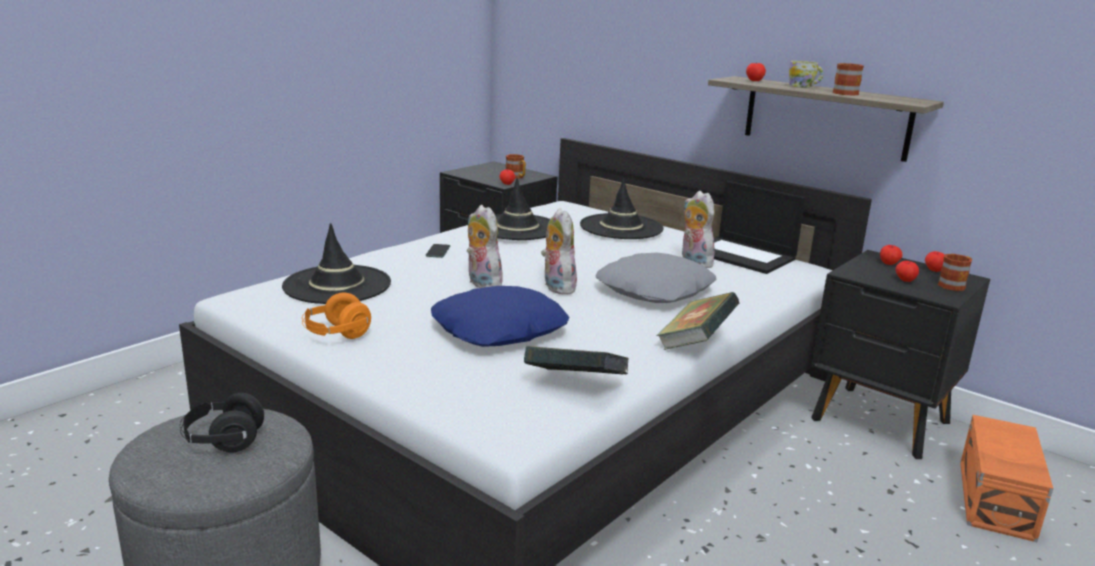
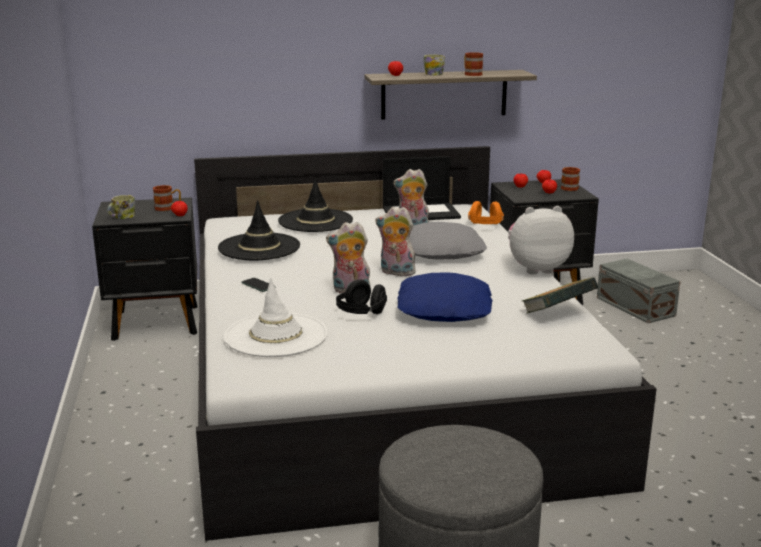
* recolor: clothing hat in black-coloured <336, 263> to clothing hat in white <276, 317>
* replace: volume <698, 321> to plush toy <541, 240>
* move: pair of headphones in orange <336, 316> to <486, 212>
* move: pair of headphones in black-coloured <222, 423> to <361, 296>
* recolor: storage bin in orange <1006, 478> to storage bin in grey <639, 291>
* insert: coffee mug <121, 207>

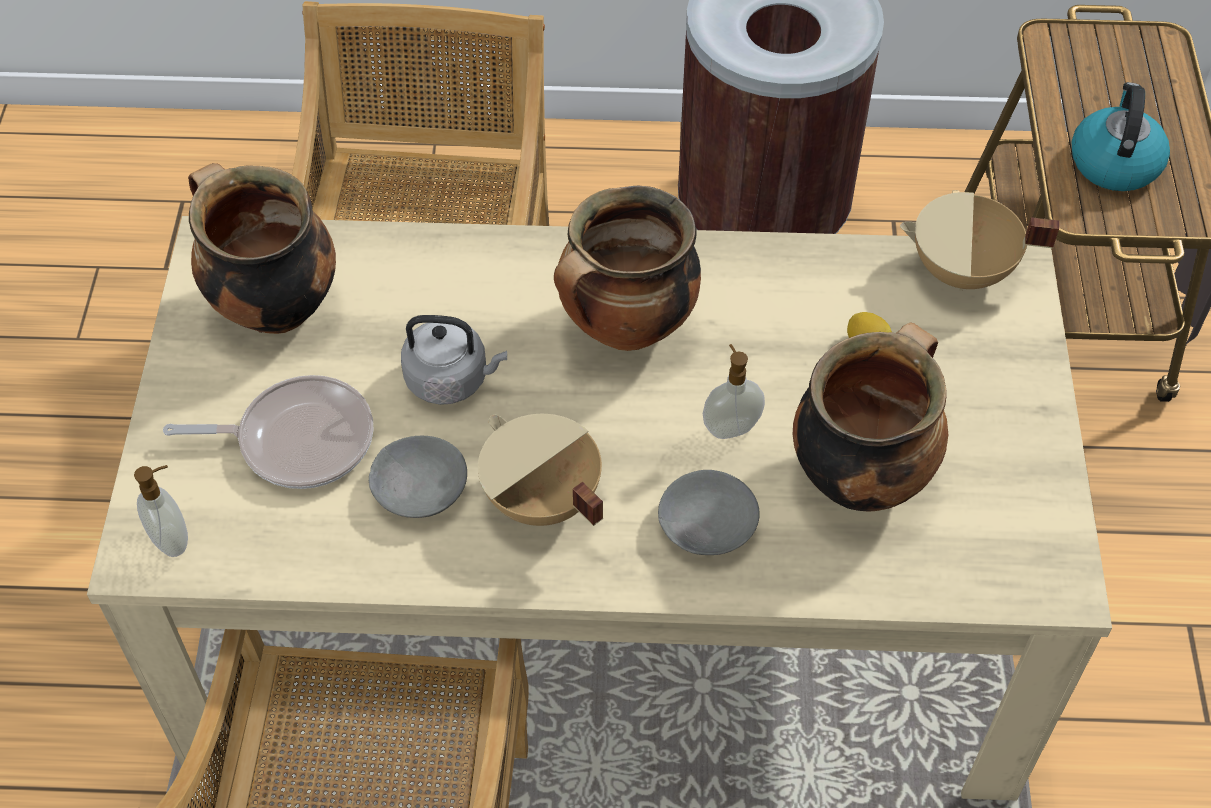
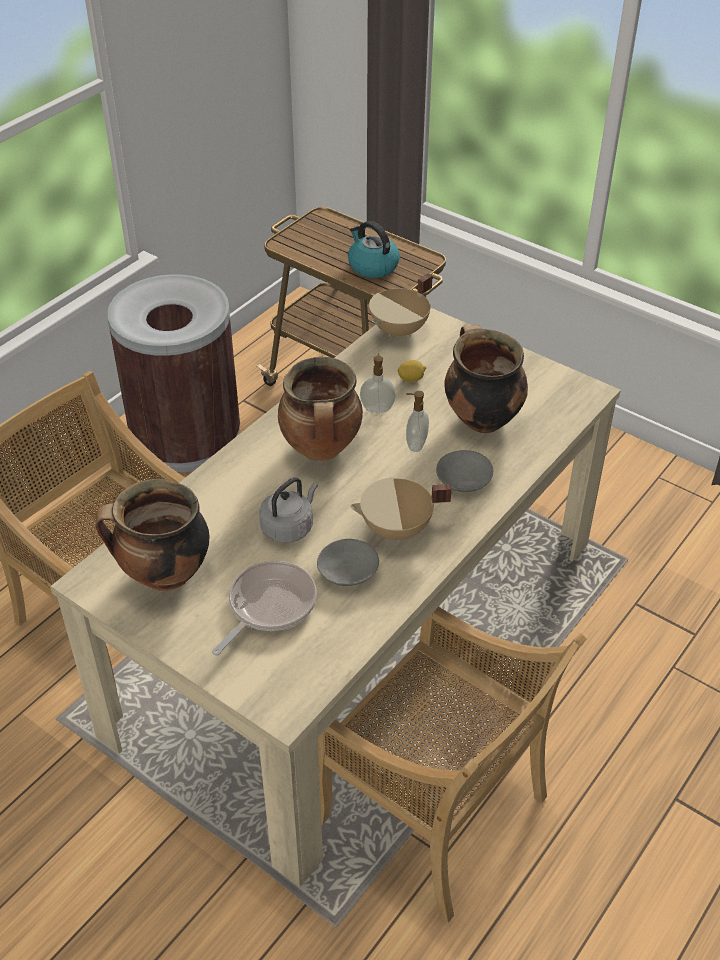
* move: soap bottle <161, 511> to <378, 383>

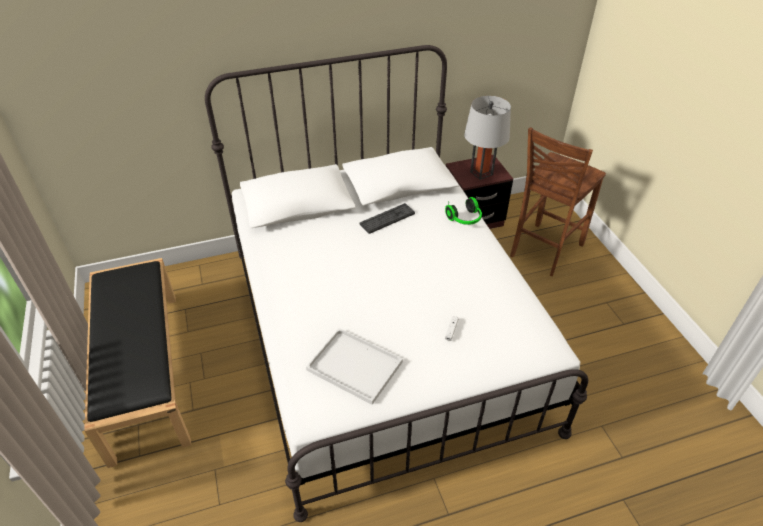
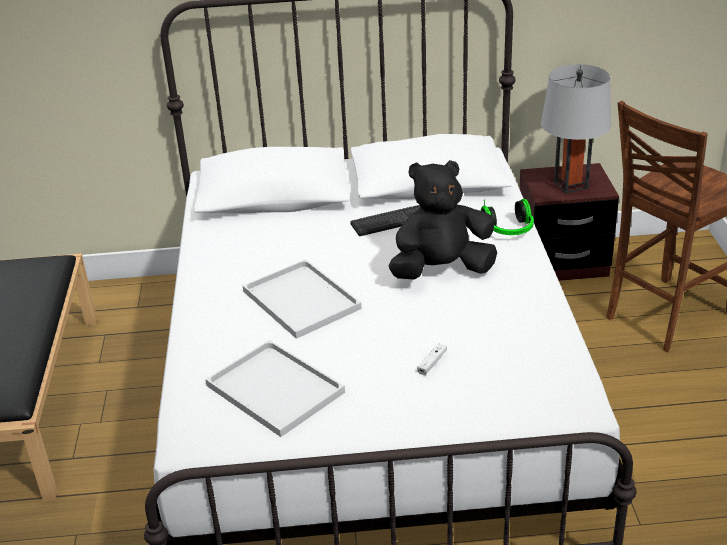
* insert: plush toy in black-coloured <442, 220>
* insert: tray in white <302, 299>

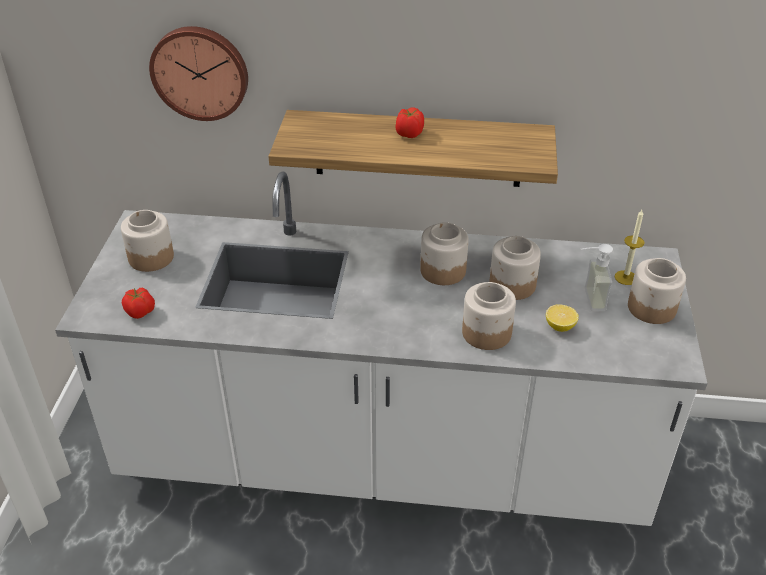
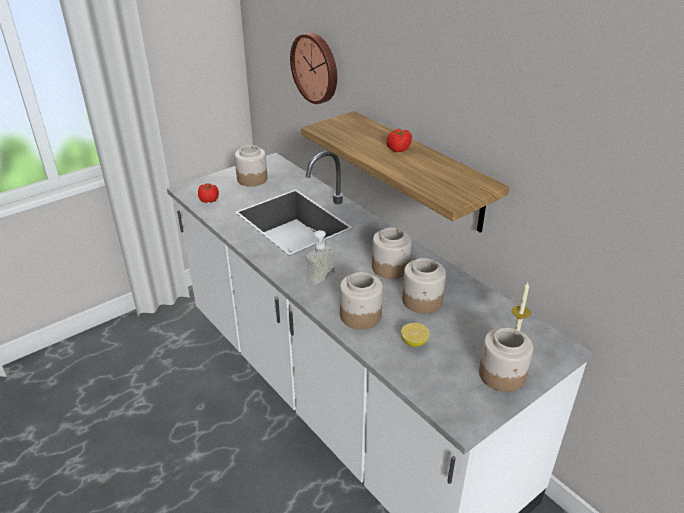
* move: soap bottle <597, 278> to <320, 256>

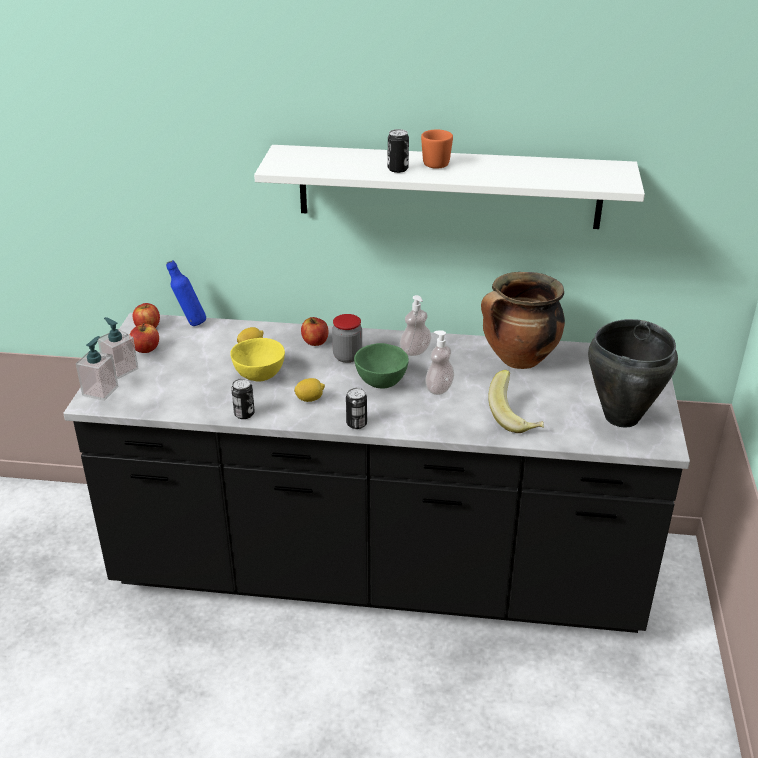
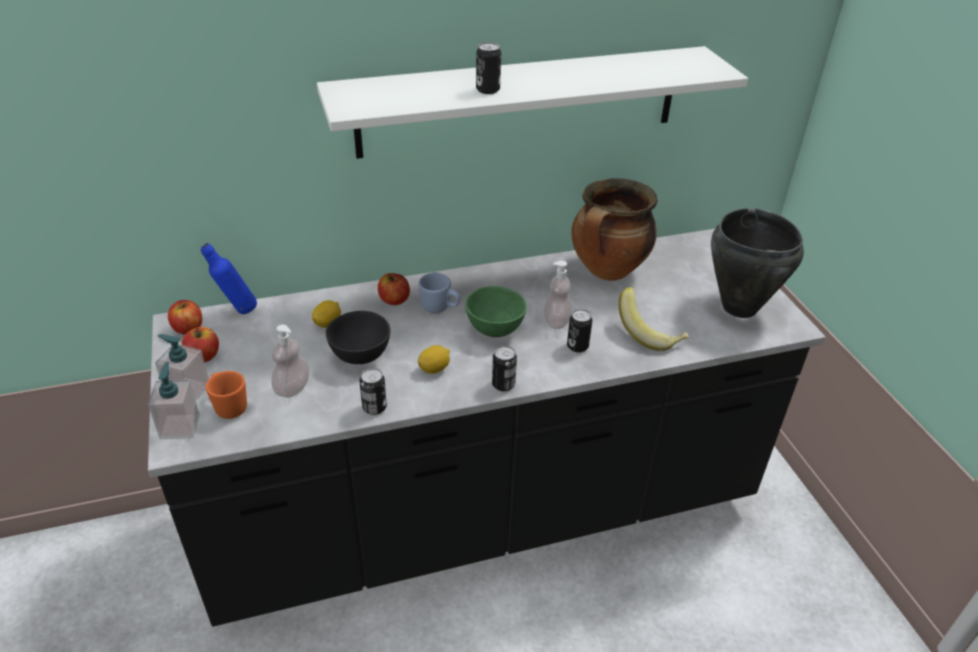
* move: coffee mug in orange <437, 149> to <226, 395>
* move: soap bottle <415, 325> to <290, 361>
* replace: storage jar <347, 338> to coffee mug in blue-coloured <439, 293>
* recolor: serving bowl in yellowish <257, 360> to serving bowl in black-coloured <358, 337>
* insert: can <579, 330>

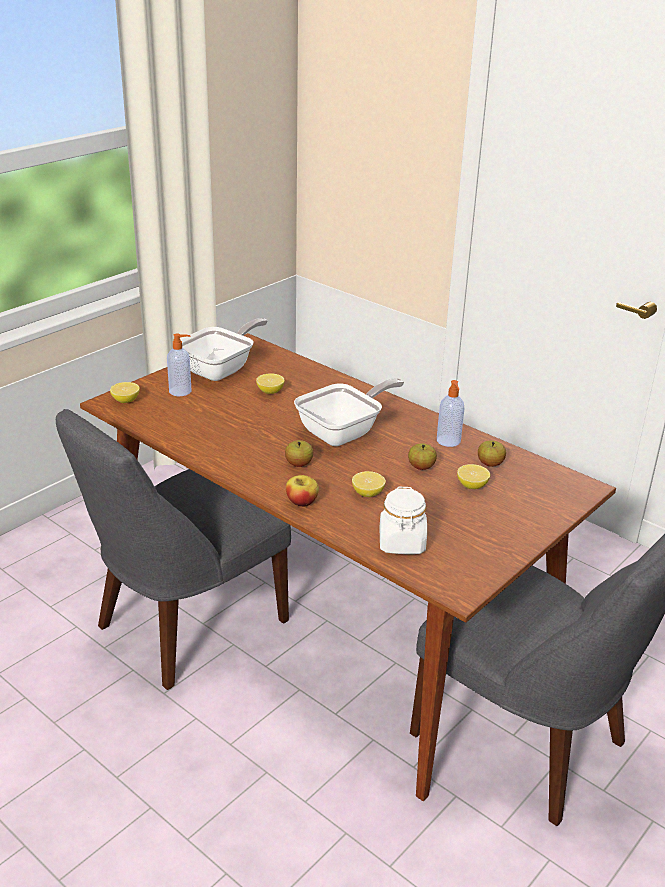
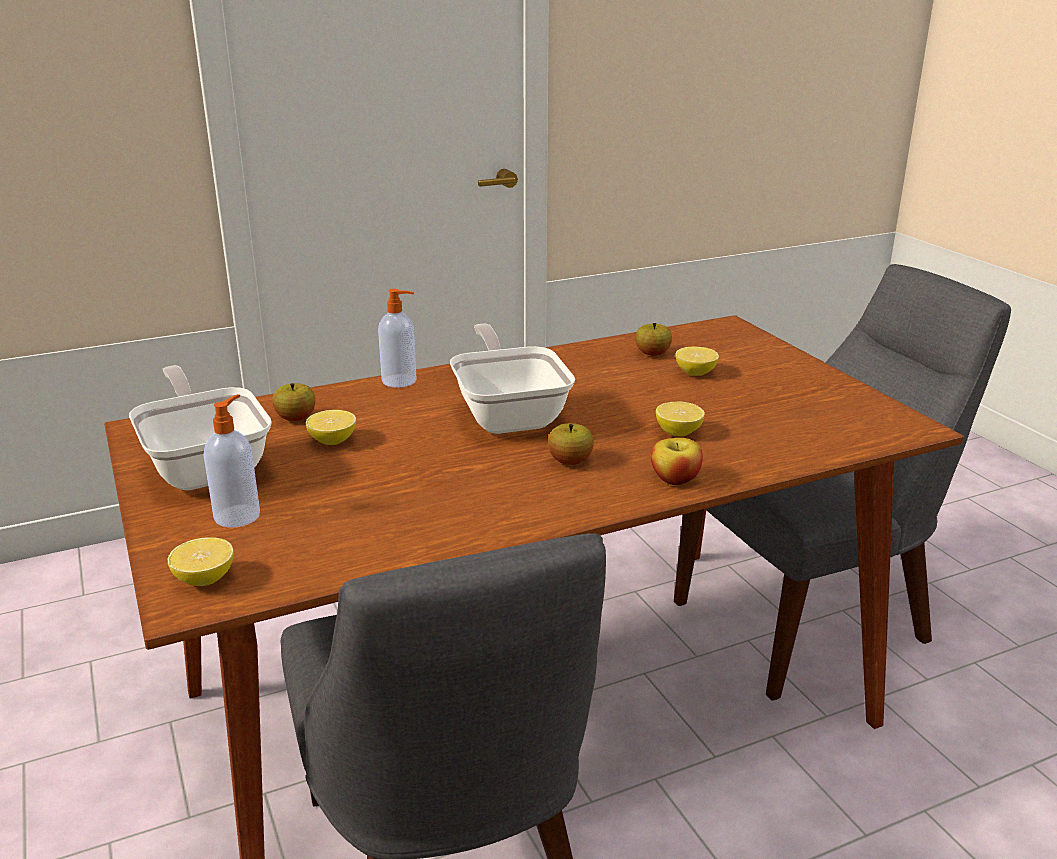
* move: soap bottle <450, 413> to <397, 338>
* move: whole apple <422, 456> to <293, 402>
* delete: storage jar in white <403, 520>

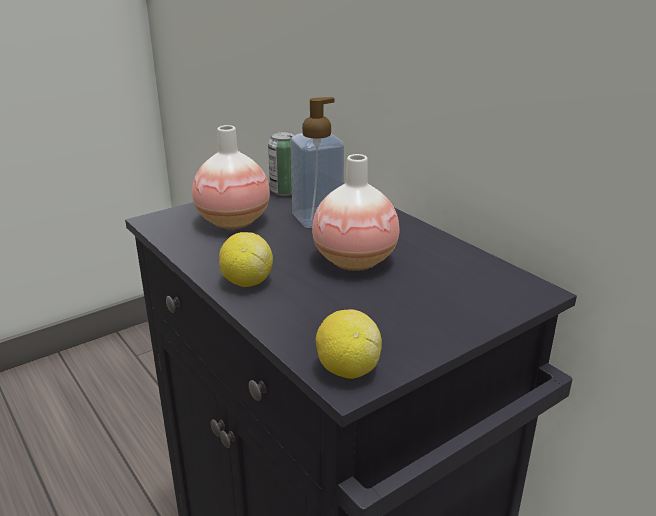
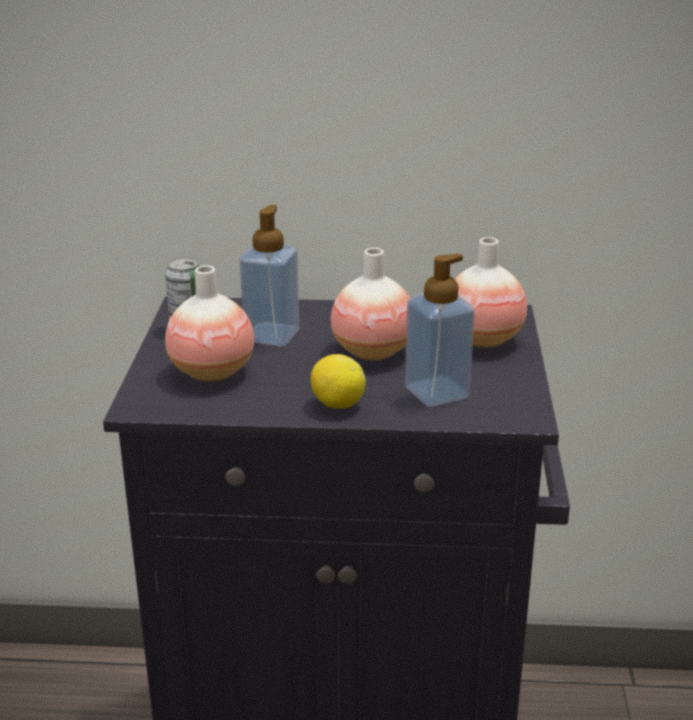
* delete: lemon <349, 344>
* insert: flower vase <491, 292>
* insert: soap bottle <440, 330>

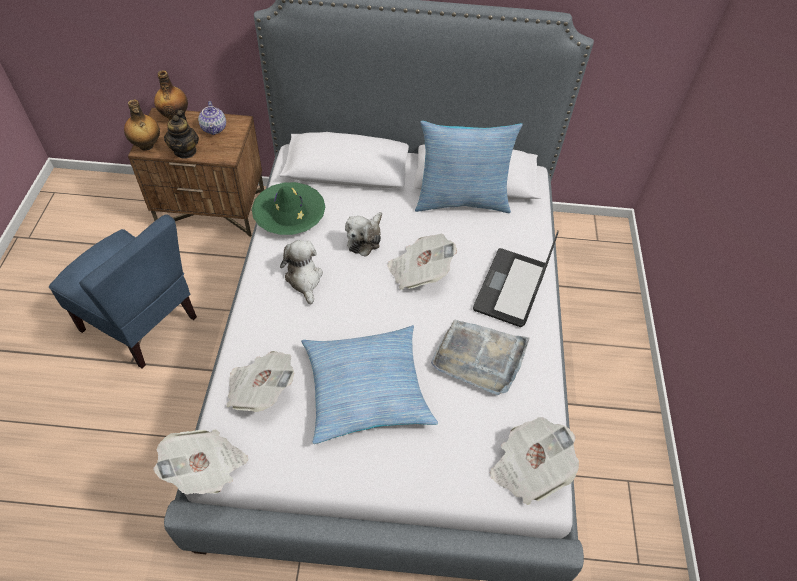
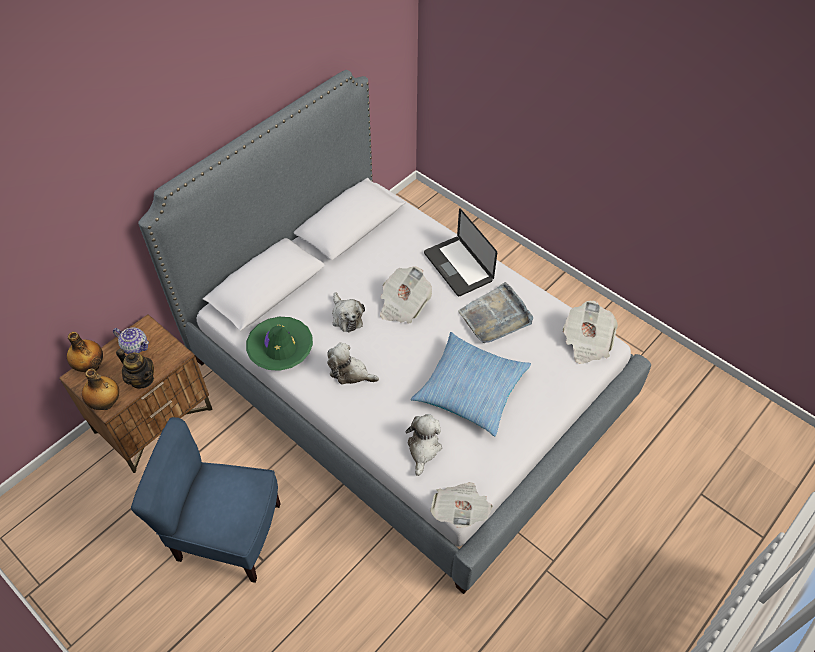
* delete: pillow <468, 167>
* rotate: chair in blue-coloured <123, 291> = <206, 500> 150 degrees counterclockwise
* replace: printed paper <260, 381> to plush toy <424, 445>

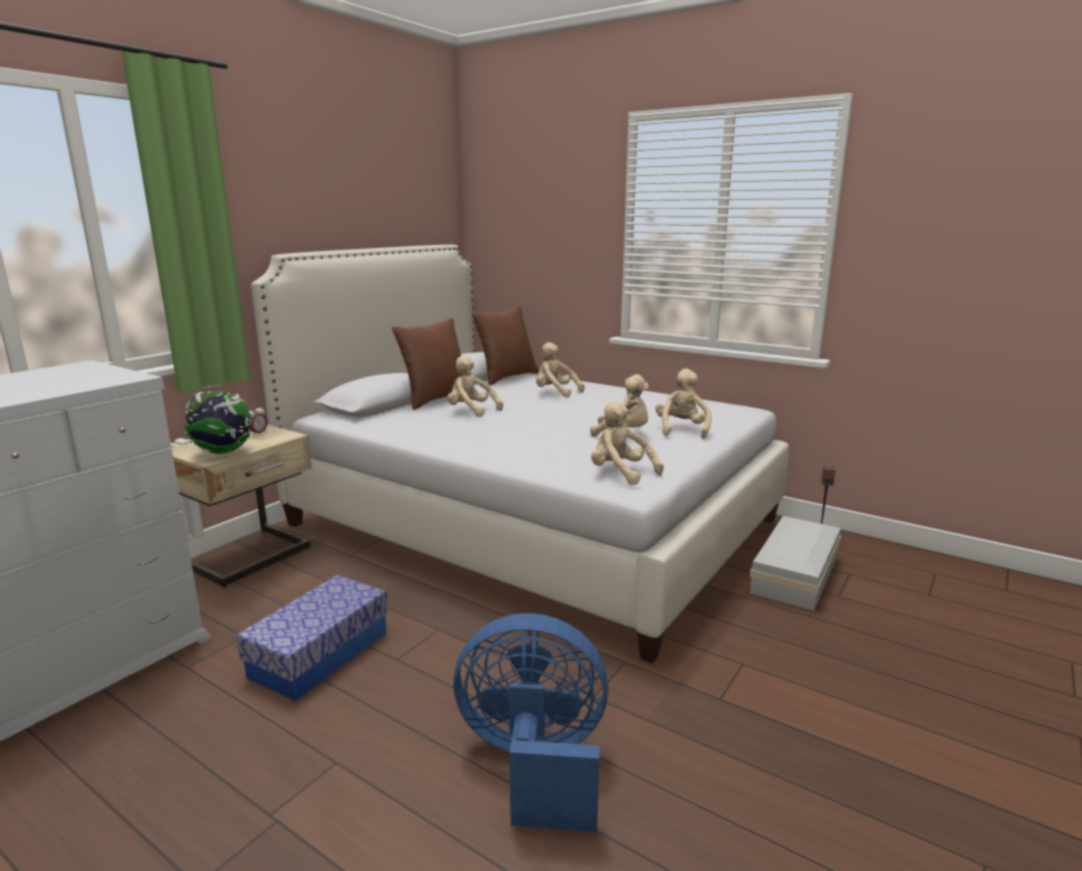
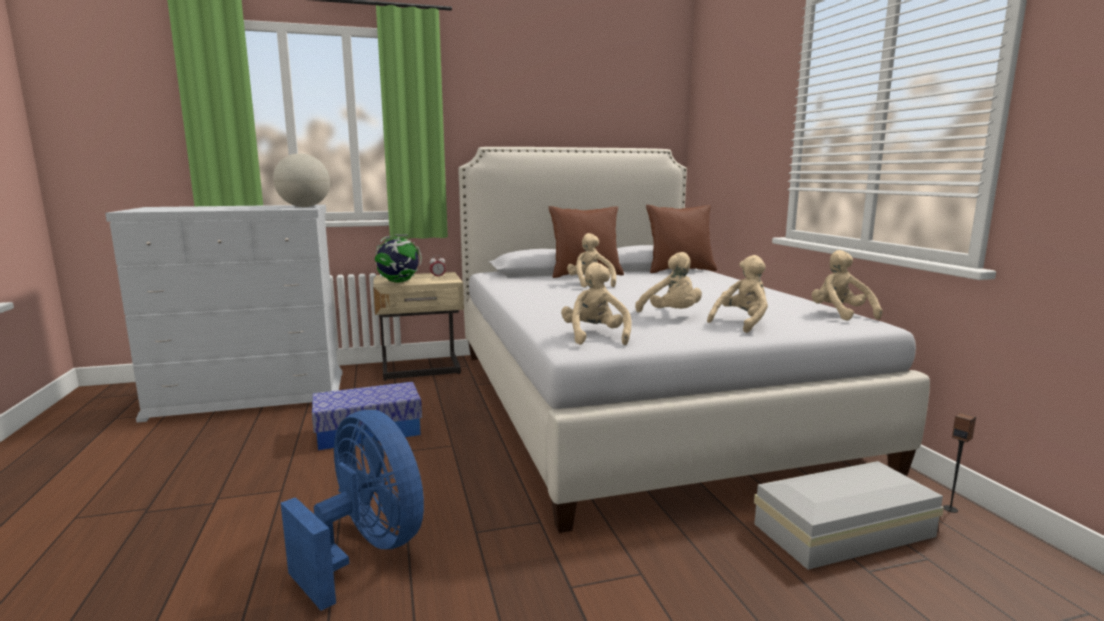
* move: plush toy in beige-coloured <560, 370> to <847, 285>
* insert: globe <301, 180>

